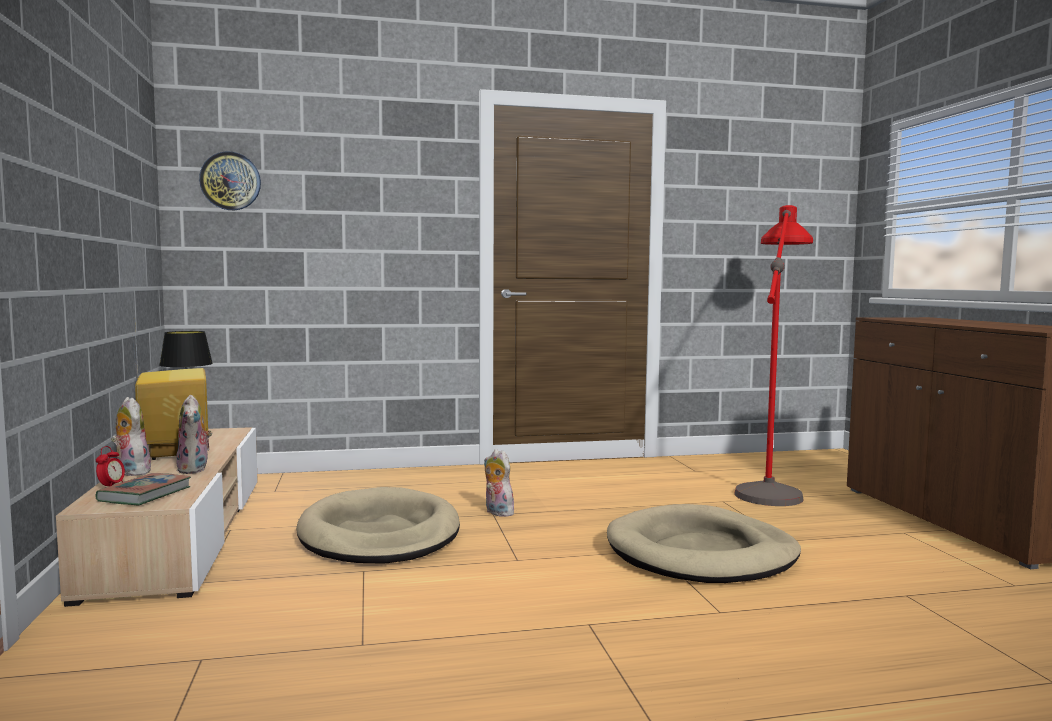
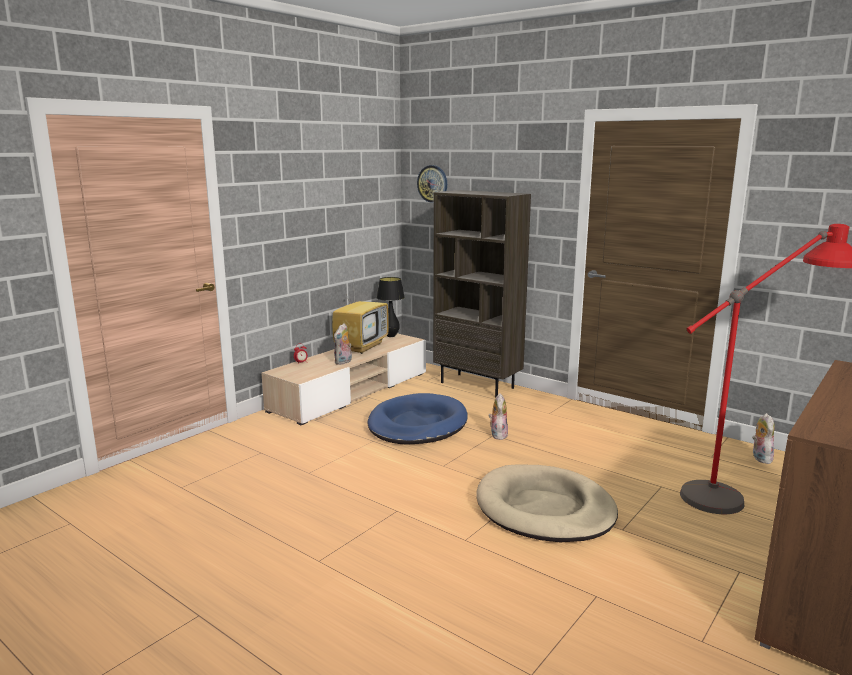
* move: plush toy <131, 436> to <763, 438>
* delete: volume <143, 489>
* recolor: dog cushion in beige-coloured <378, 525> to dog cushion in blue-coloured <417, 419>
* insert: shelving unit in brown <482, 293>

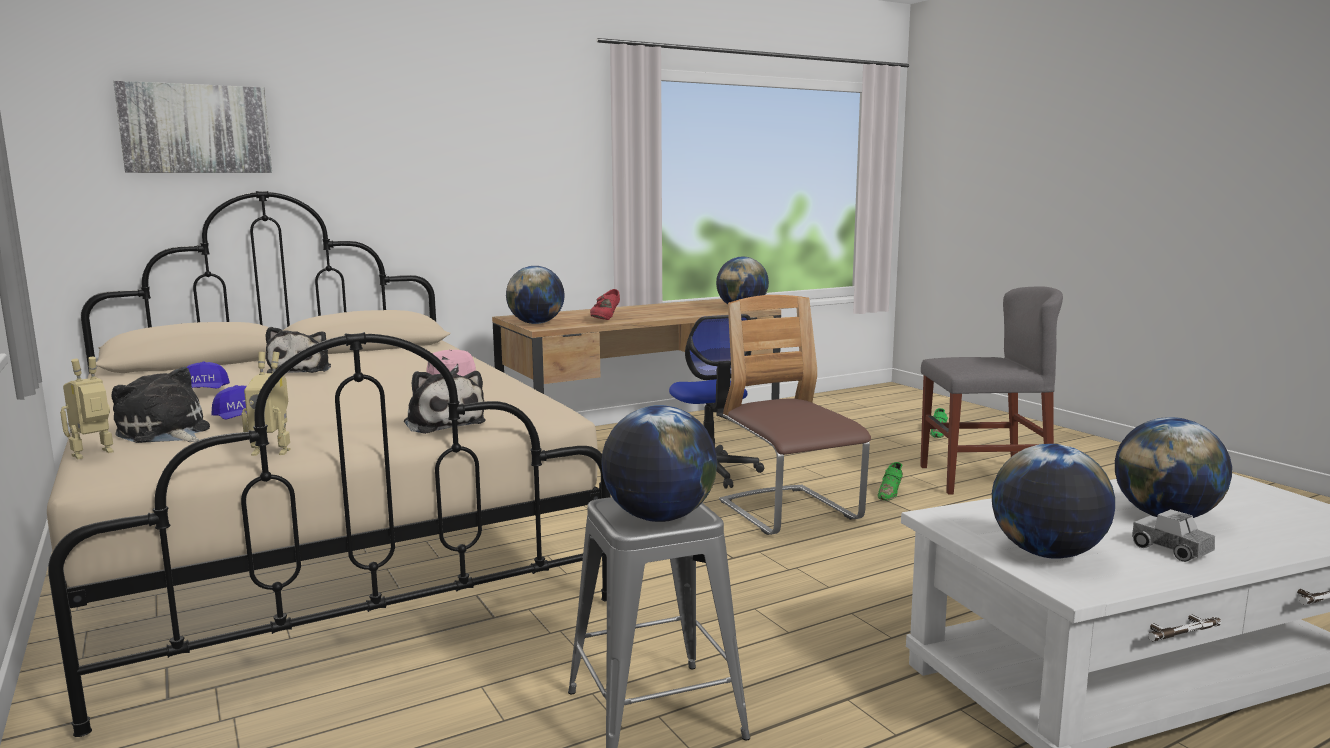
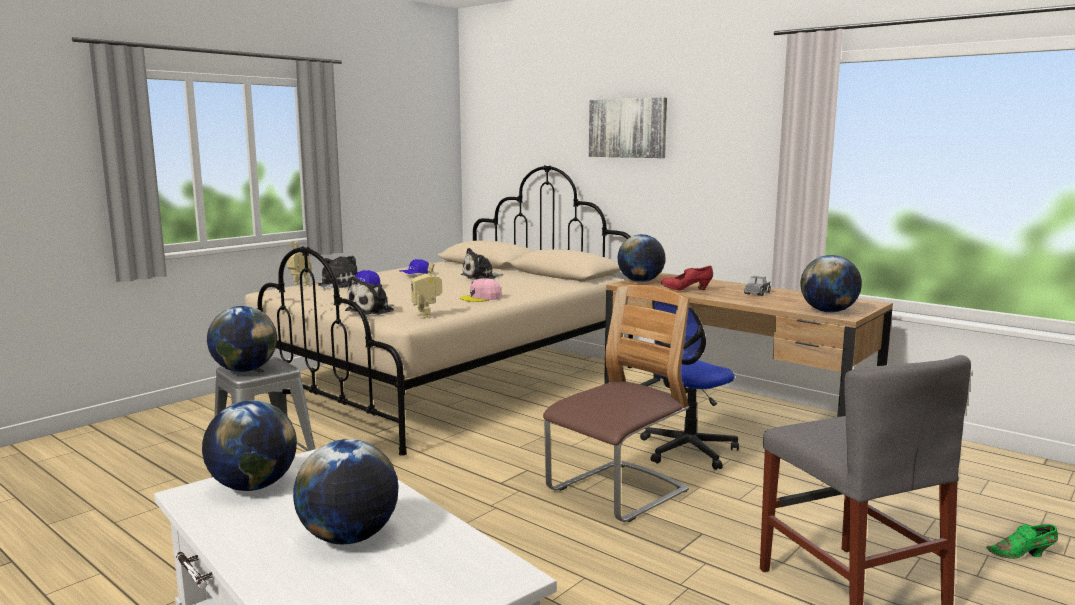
* move: wall art <192, 127> to <628, 127>
* move: toy robot <266, 404> to <426, 290>
* delete: low shoe in green-coloured <890, 481>
* move: model truck <1173, 535> to <757, 285>

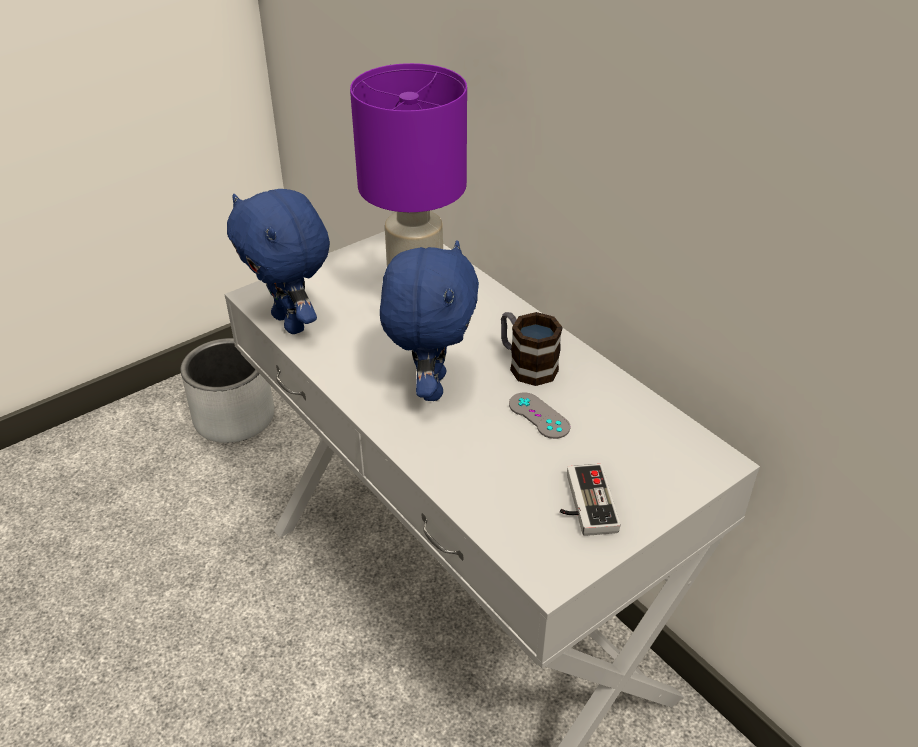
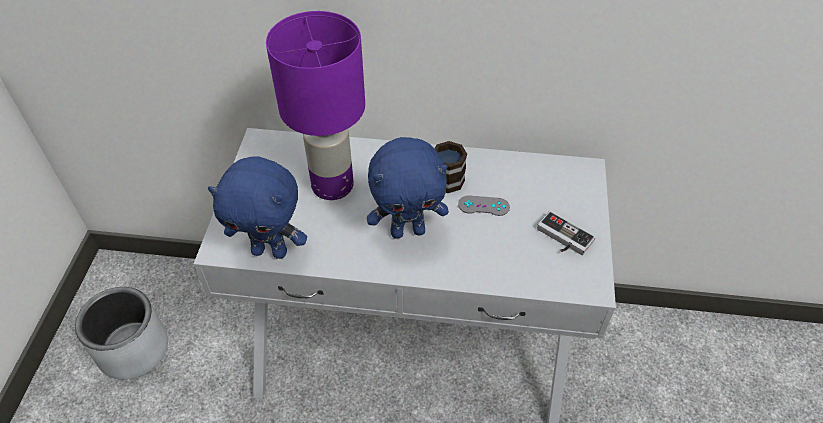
* rotate: plush toy in blue-coloured <429, 320> = <408, 188> 120 degrees clockwise

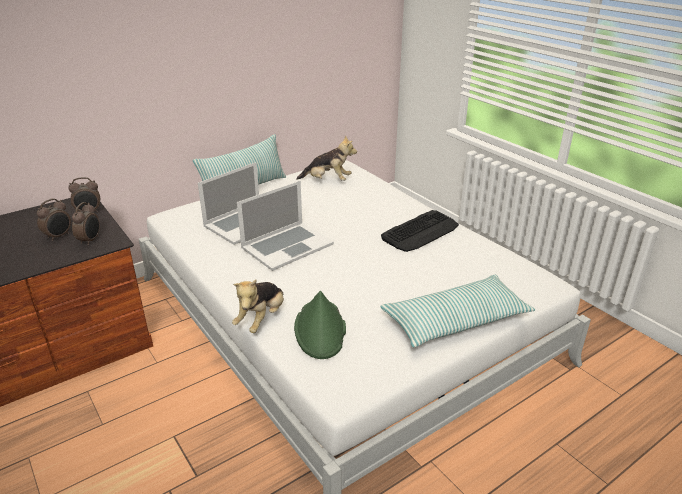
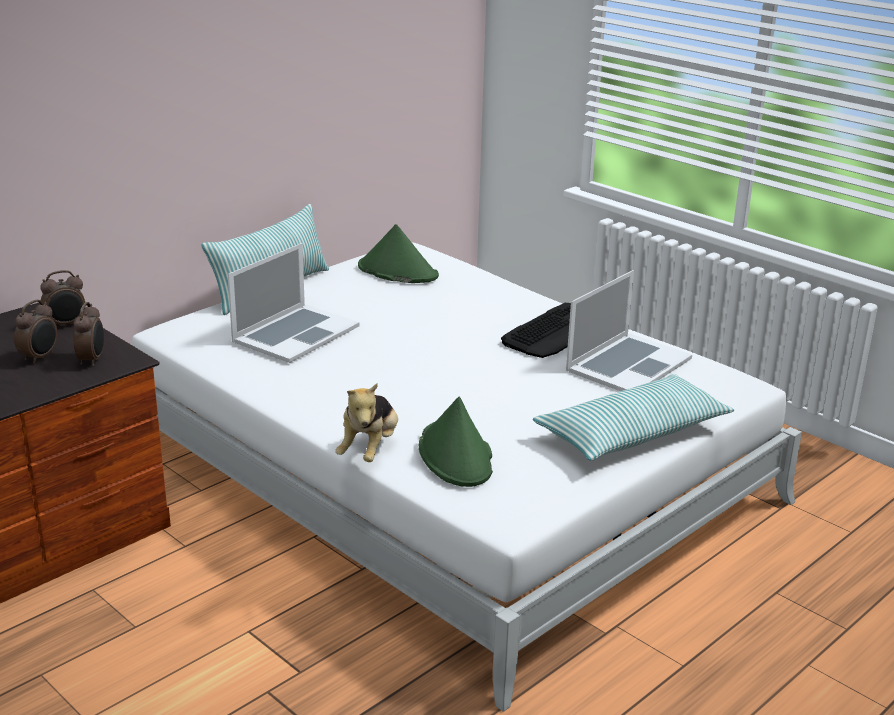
* replace: plush toy <326, 158> to clothing hat in green-coloured <398, 253>
* move: notebook computer <285, 226> to <629, 330>

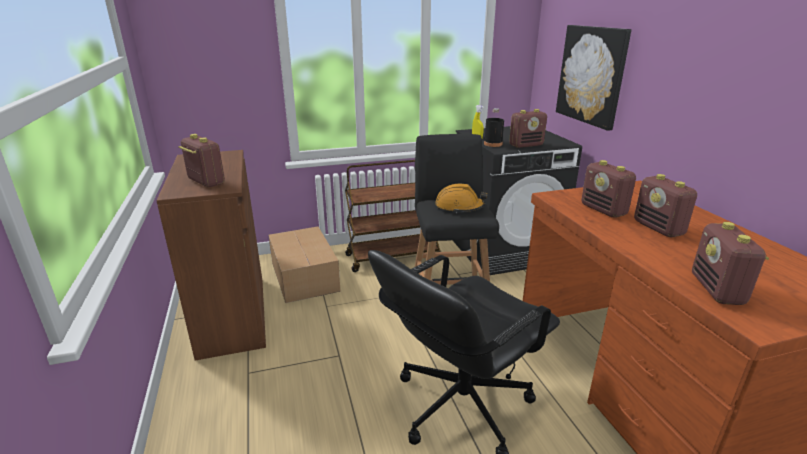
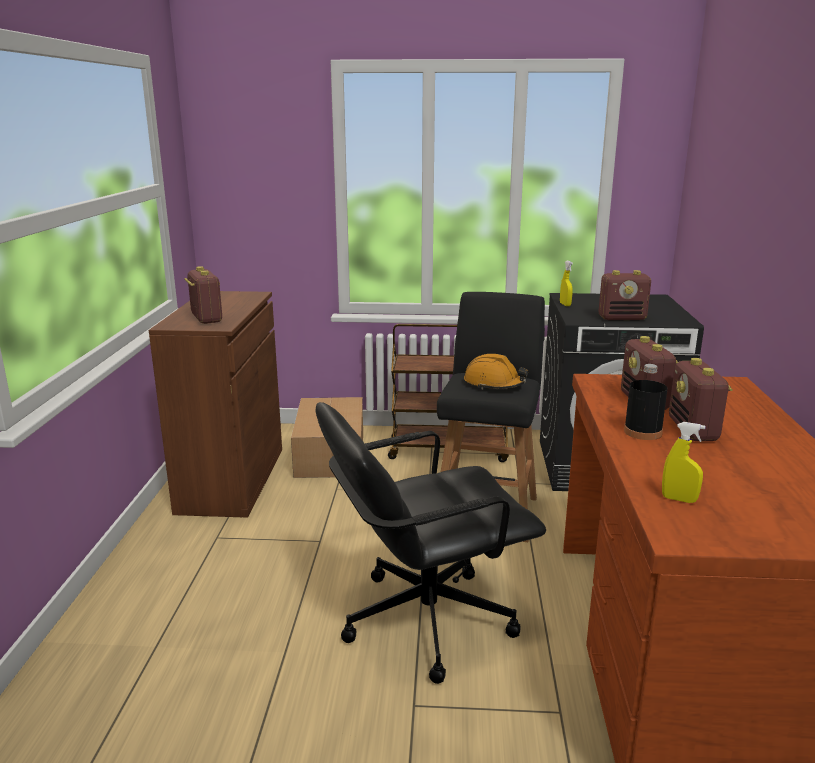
* delete: wall art <593, 78>
* move: bottle in black-coloured <494, 127> to <646, 402>
* replace: radio set <730, 263> to hand sprayer in yellowish <684, 462>

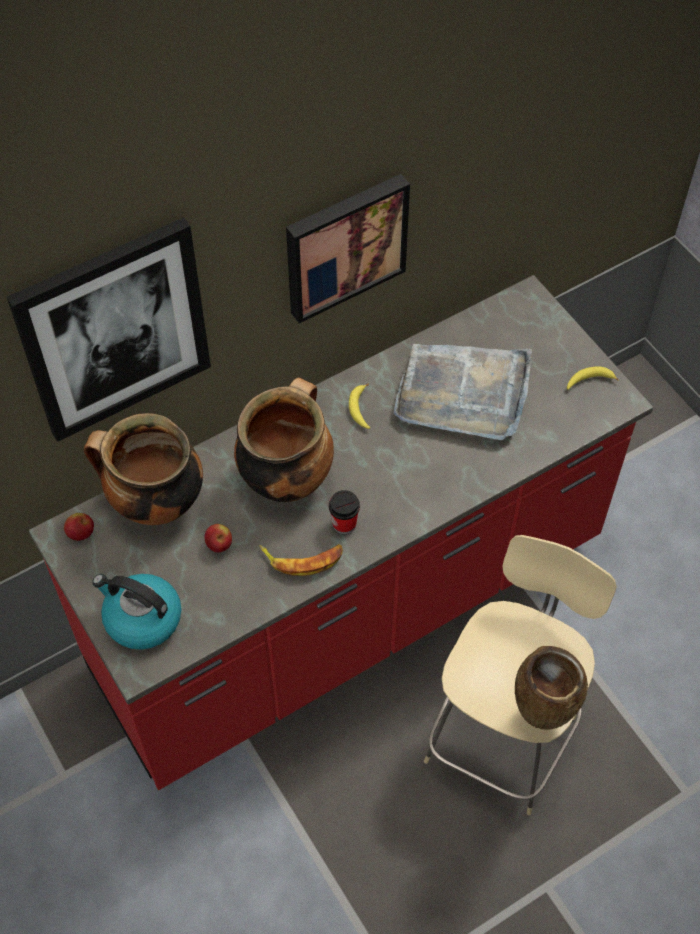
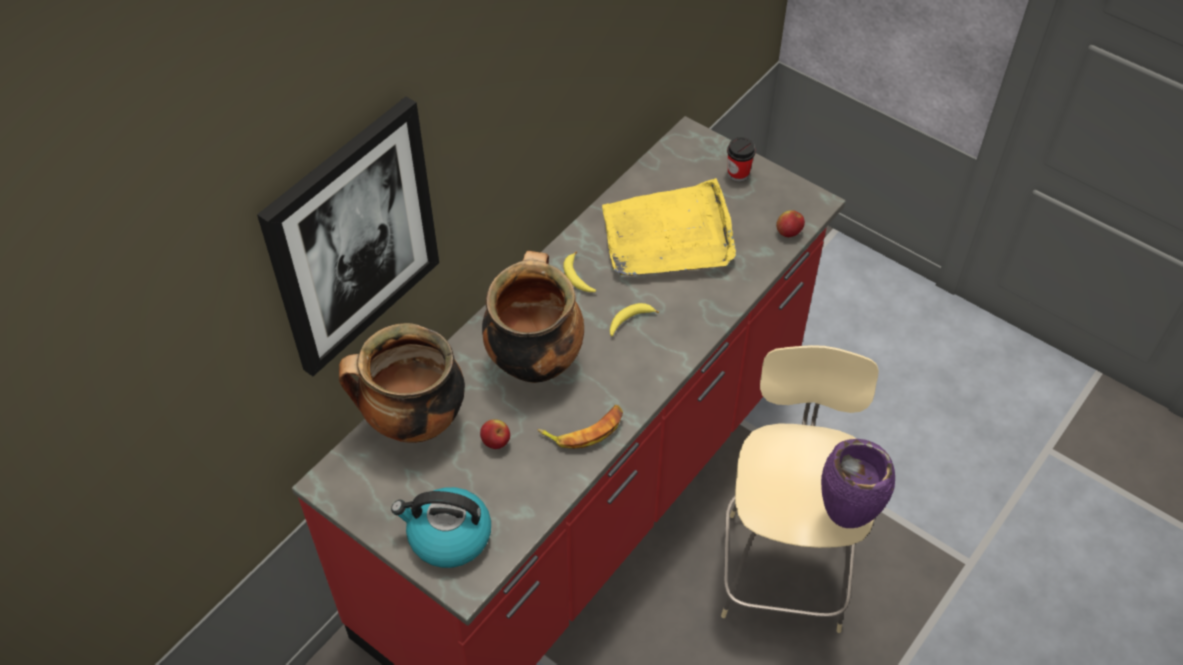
* delete: wall art <348, 248>
* recolor: tray in grey <463, 392> to tray in yellowish <669, 227>
* move: whole banana <593, 378> to <634, 319>
* move: small cup <344, 512> to <741, 159>
* move: whole apple <79, 527> to <790, 223>
* recolor: flower vase in brown <551, 688> to flower vase in purplish <858, 483>

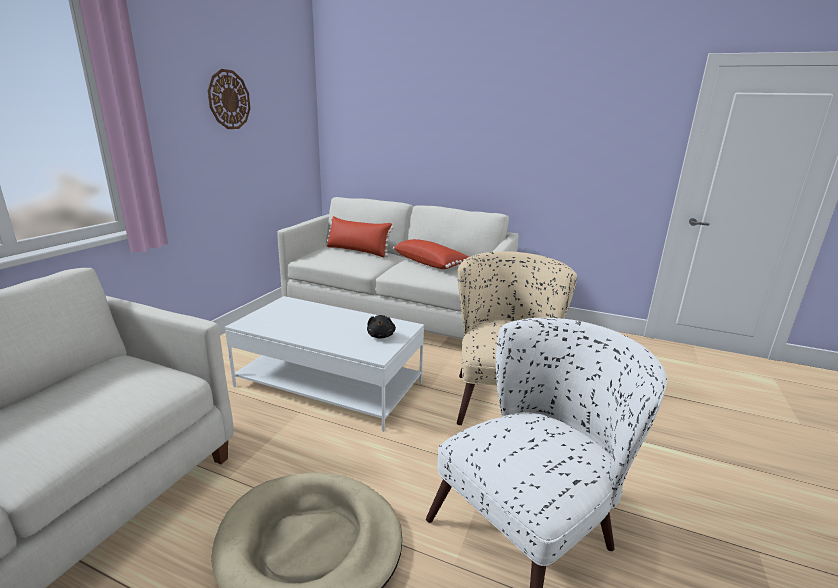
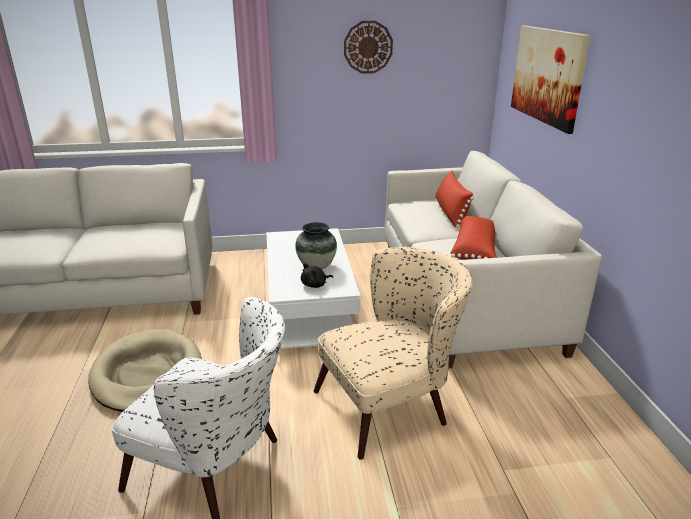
* insert: wall art <551, 80>
* insert: flower vase <316, 246>

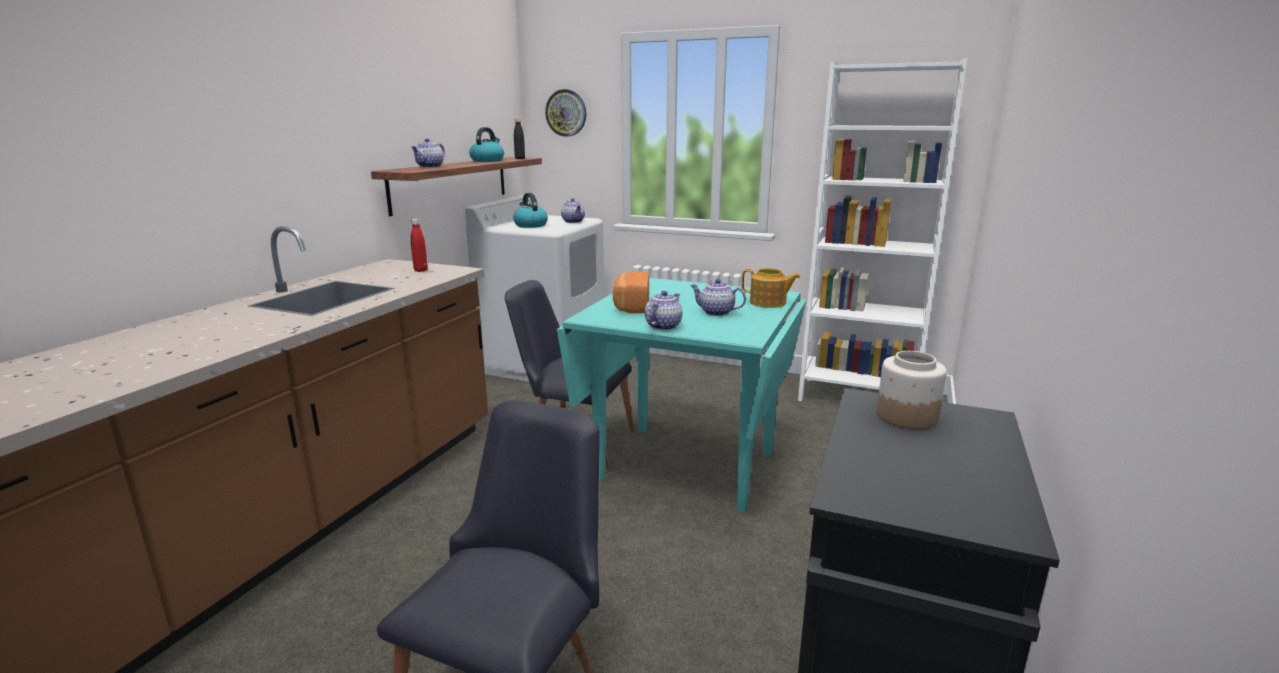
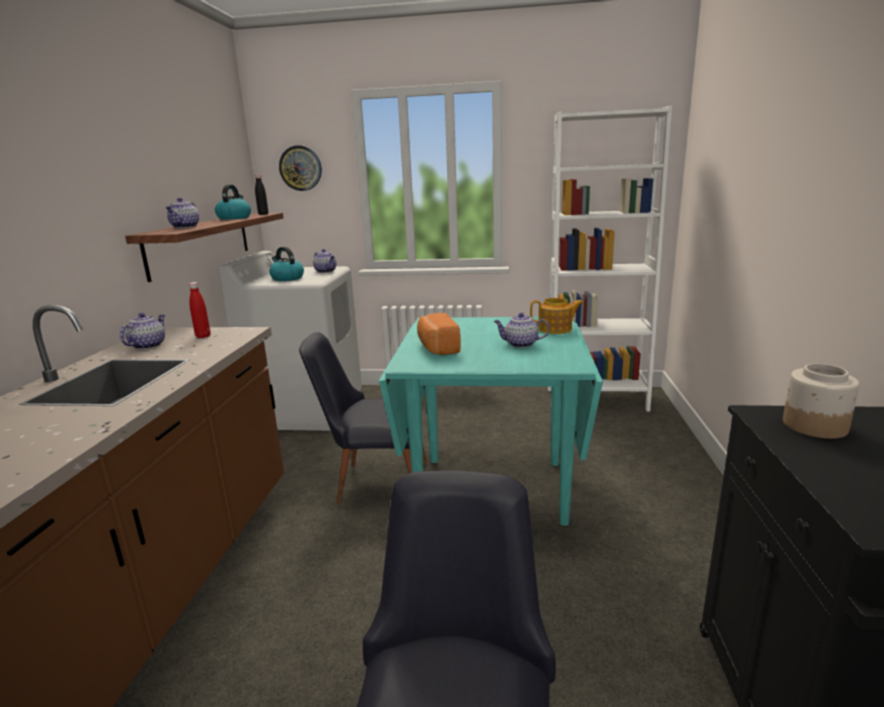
* move: teapot <664, 310> to <142, 331>

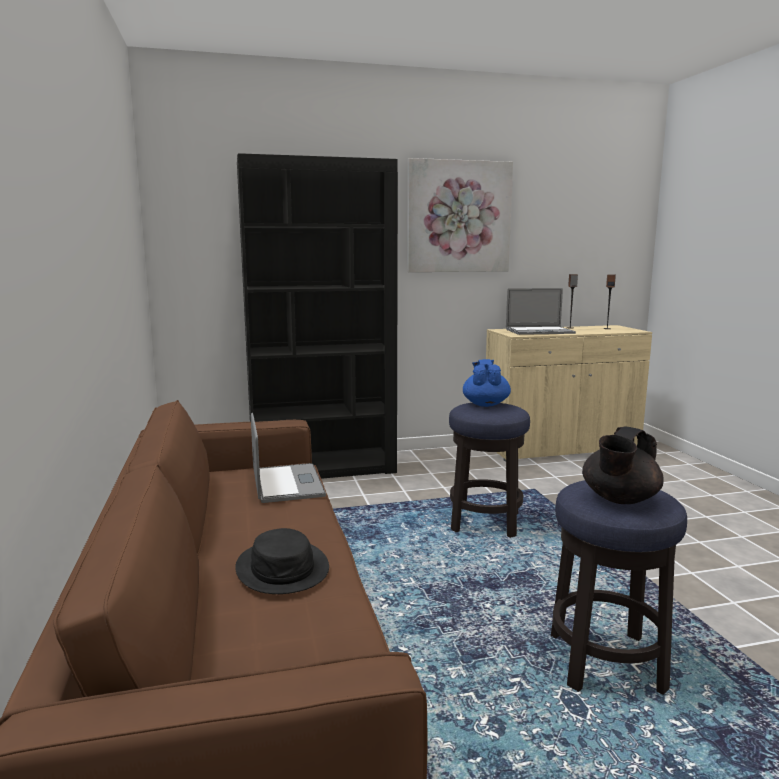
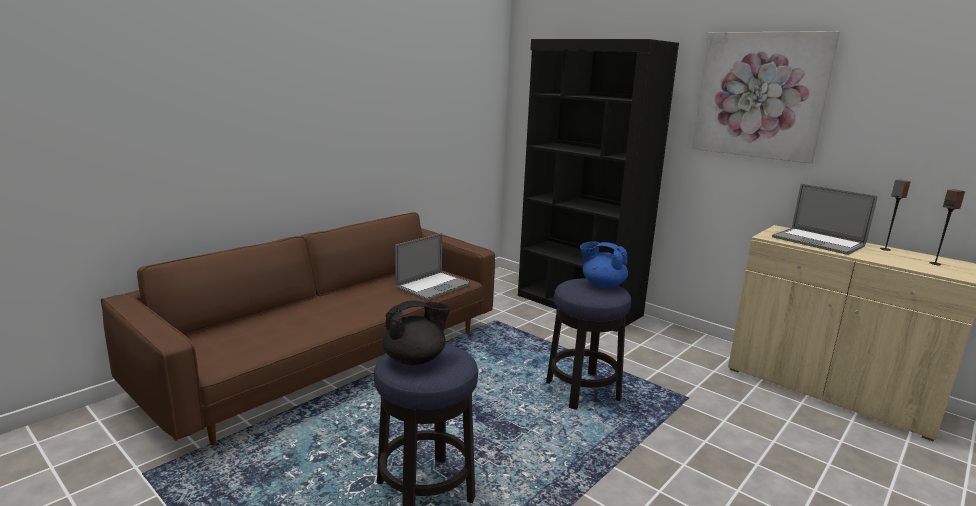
* rotate: teapot in blue-coloured <487, 383> = <604, 264> 120 degrees counterclockwise
* rotate: teapot in black-coloured <623, 465> = <416, 333> 150 degrees clockwise
* delete: clothing hat in black-coloured <282, 561>

